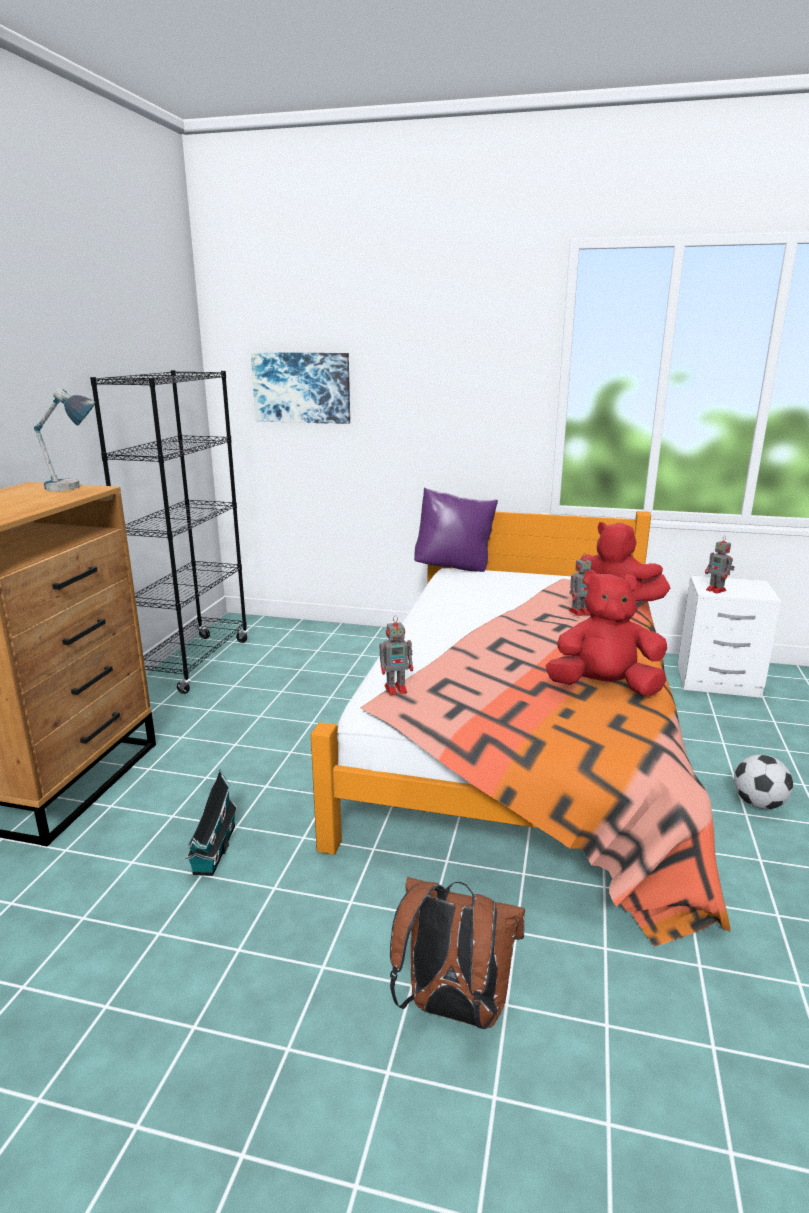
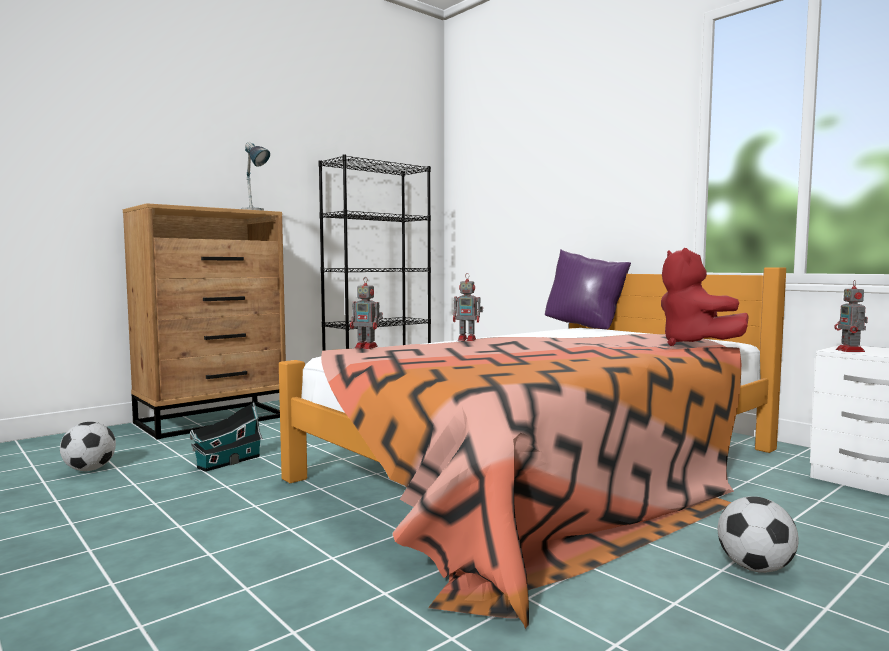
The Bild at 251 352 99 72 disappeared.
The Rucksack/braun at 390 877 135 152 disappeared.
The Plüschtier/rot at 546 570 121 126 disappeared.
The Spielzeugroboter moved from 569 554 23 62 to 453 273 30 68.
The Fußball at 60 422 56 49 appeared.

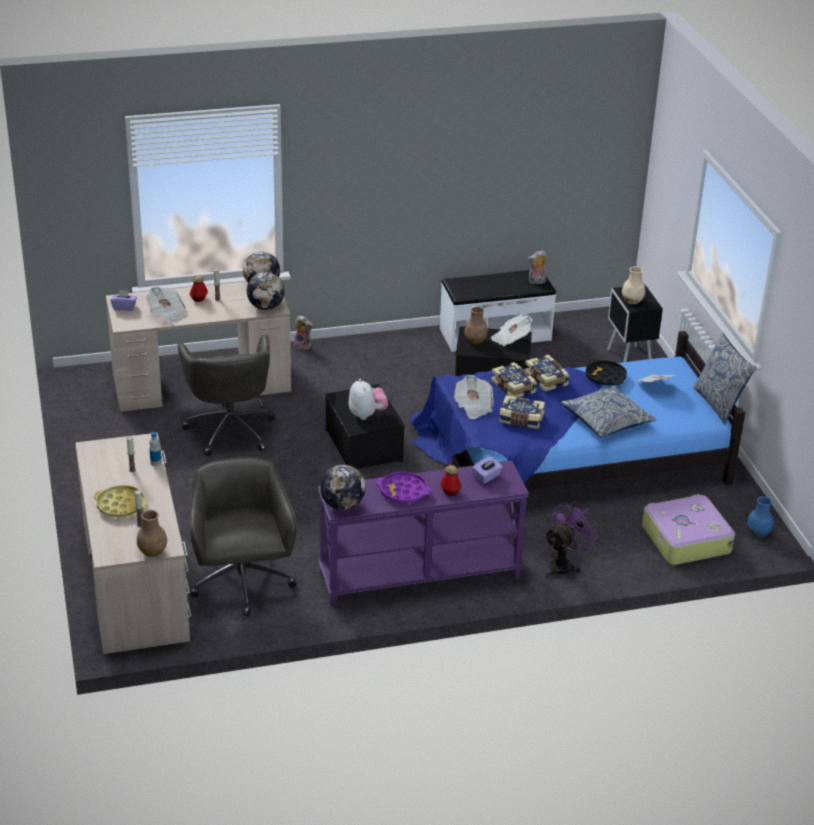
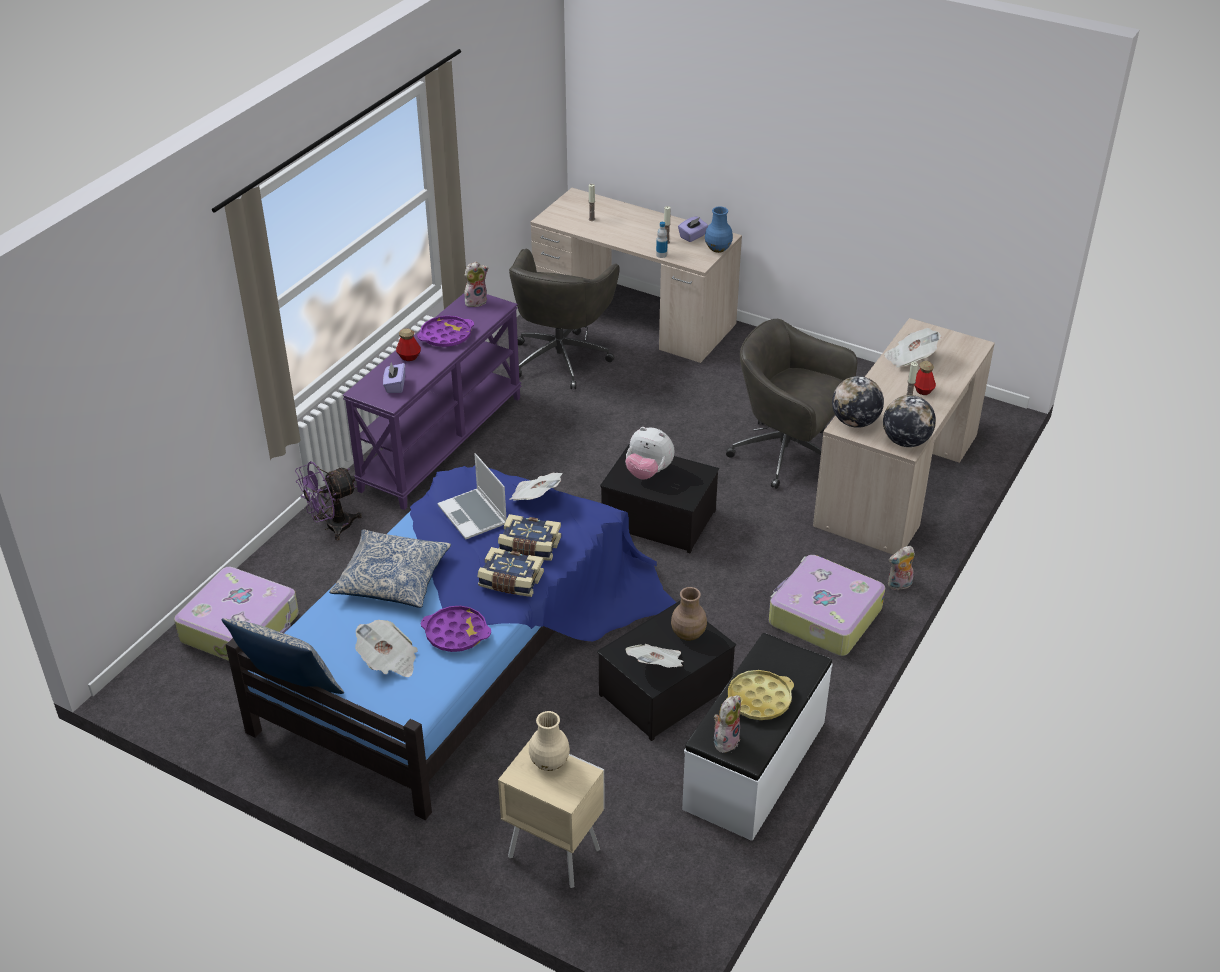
The Tablett/gelb moved from 94 485 54 32 to 727 670 67 50.
The Taschentuchbox/lila moved from 110 290 27 21 to 678 216 30 26.
The Vase/braun at 137 510 30 47 disappeared.
The Bürostuhl/grau at 189 457 108 160 turned 75 degrees clockwise.
The Globus at 320 465 45 45 was replaced by the Plüschtier at 464 262 24 45.
The Buch at 499 395 46 34 was replaced by the Laptop at 438 453 69 86.
The Ventilator/lila at 544 501 55 77 turned 60 degrees clockwise.
The Tablett/schwarz at 585 359 42 26 became the Tablett/lila at 421 606 70 46.
The Nachttisch/schwarz at 607 285 56 77 became the Nachttisch/beige at 498 739 106 149.
The Vase/blau moved from 747 496 27 41 to 705 207 28 46.
The Koffer at 769 555 116 101 appeared.

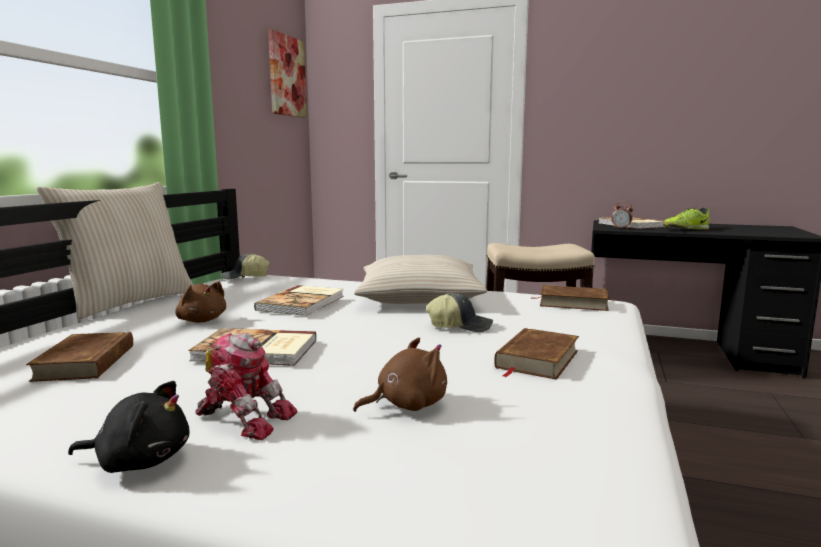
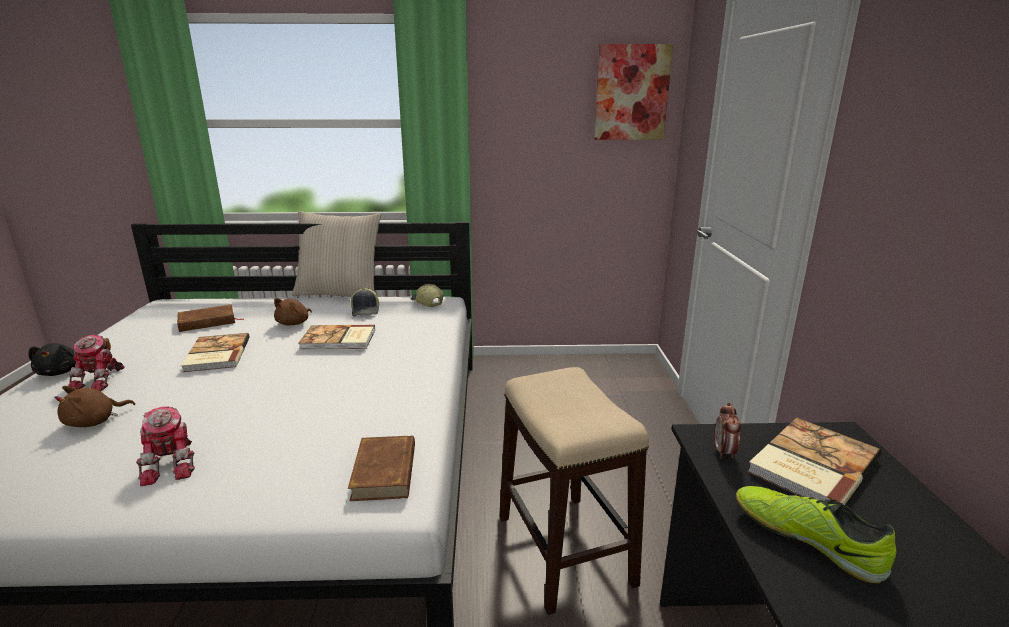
The Plüschtier/braun at 353 338 94 74 turned 90 degrees clockwise.
The Kissen/beige at 354 255 133 49 disappeared.
The Kappe moved from 426 293 67 39 to 351 288 29 29.
The Buch/braun at 494 328 85 52 was replaced by the Spielzeugroboter at 136 407 59 79.

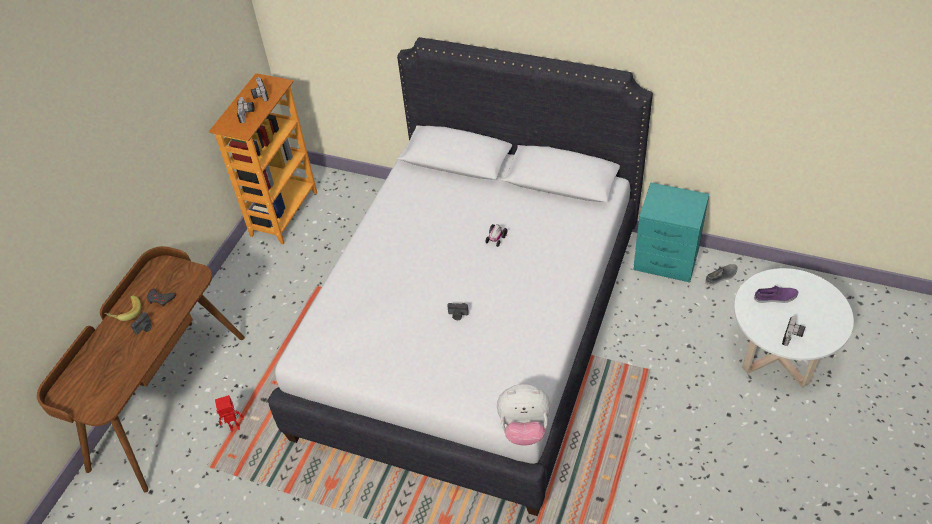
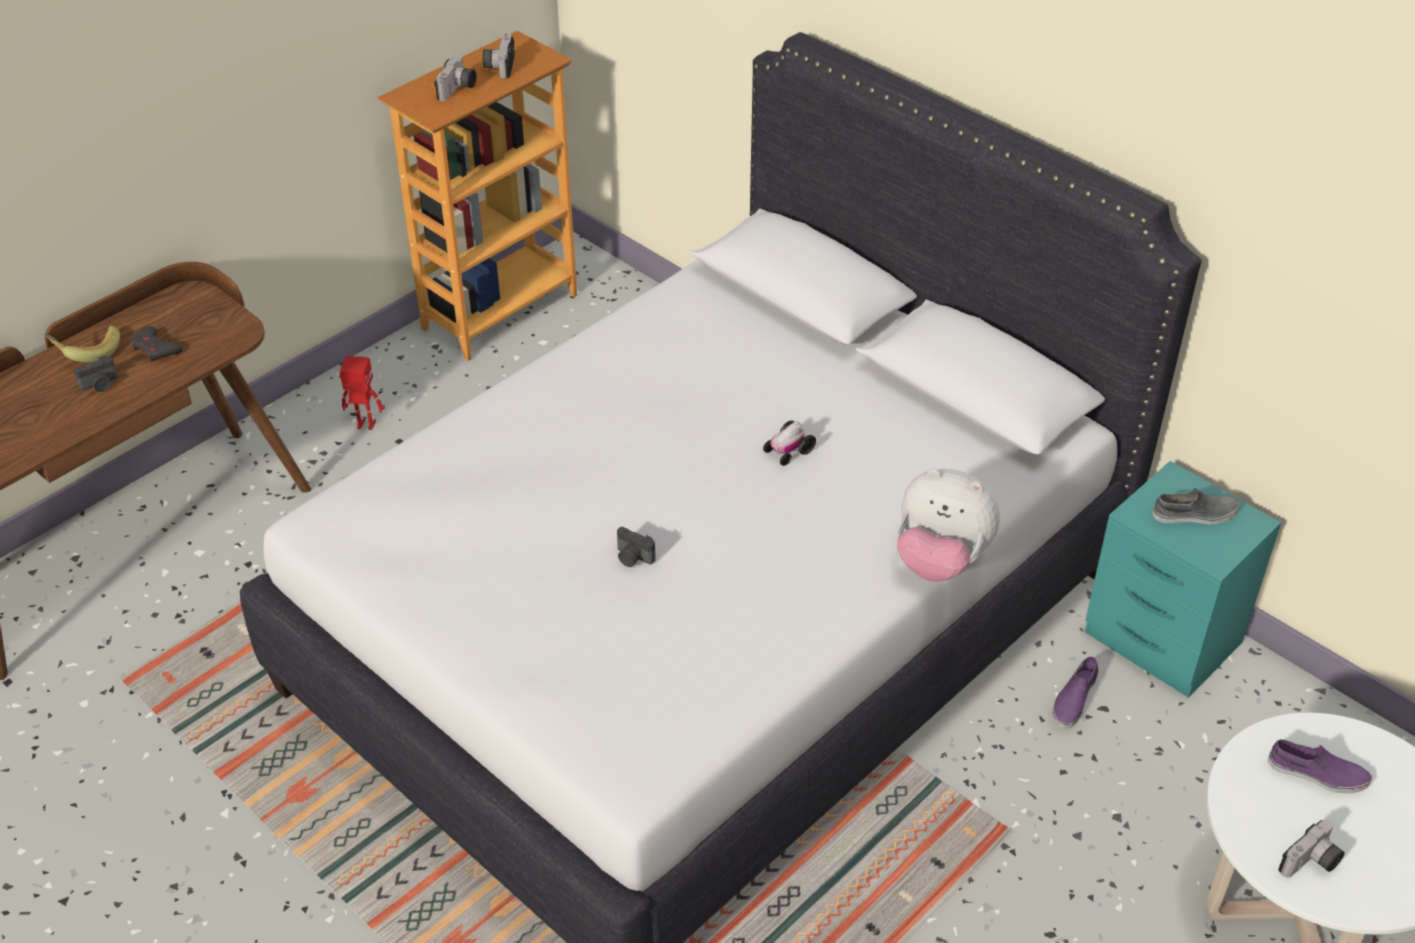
The Spielzeugroboter moved from 215 395 29 37 to 339 356 46 74.
The Plüschtier moved from 497 384 54 62 to 897 469 103 112.
The Schuh/grau moved from 705 264 33 22 to 1152 488 88 37.
The Schuh/lila at 1052 656 46 73 appeared.

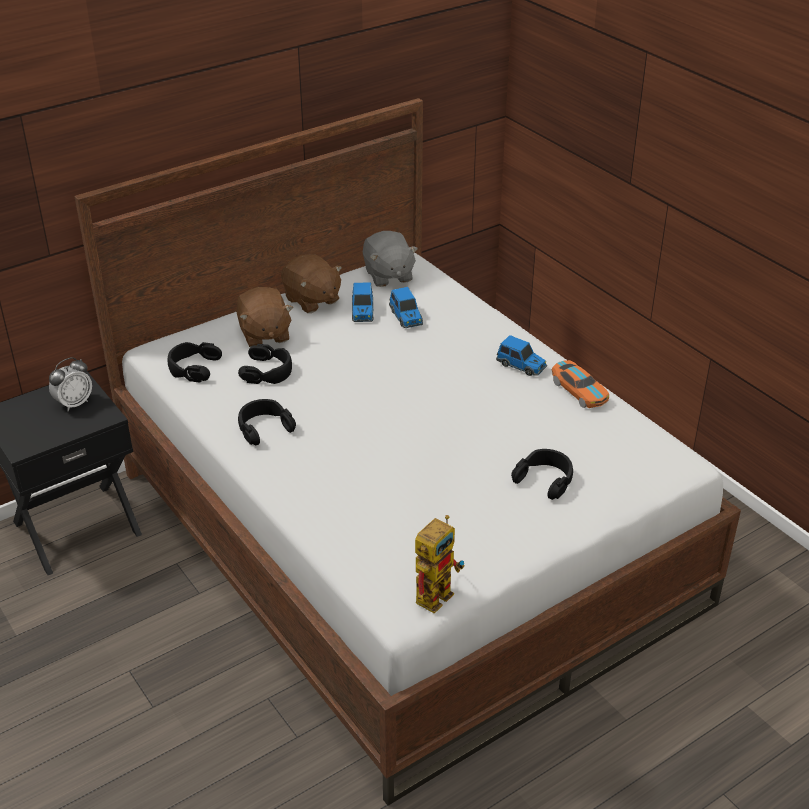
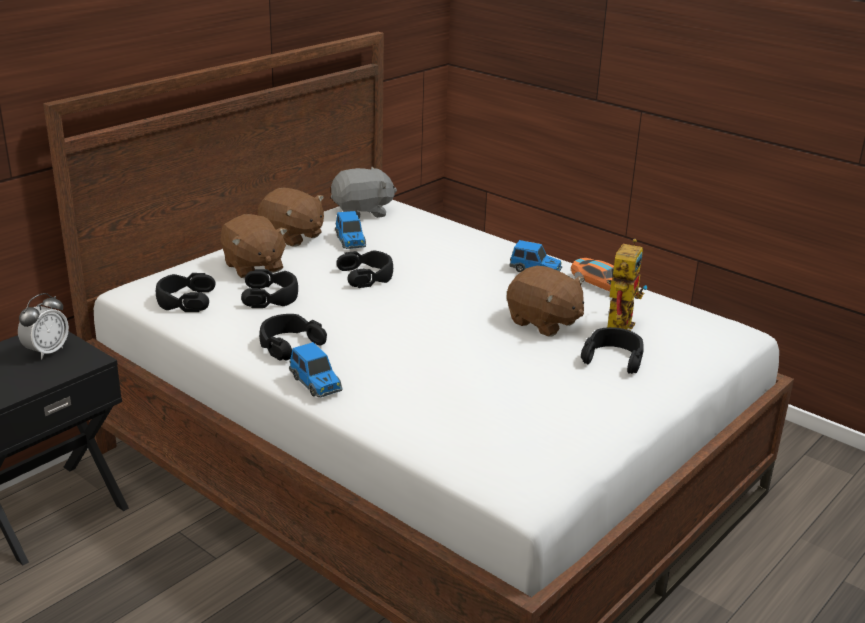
The Plüschtier/grau at 363 231 55 56 turned 75 degrees counterclockwise.
The Spielzeugauto moved from 389 287 34 41 to 289 342 53 56.
The Spielzeugroboter moved from 415 515 50 99 to 607 239 41 92.
The Kopfhörer/schwarz at 336 250 57 38 appeared.
The Plüschtier/braun at 507 266 77 70 appeared.

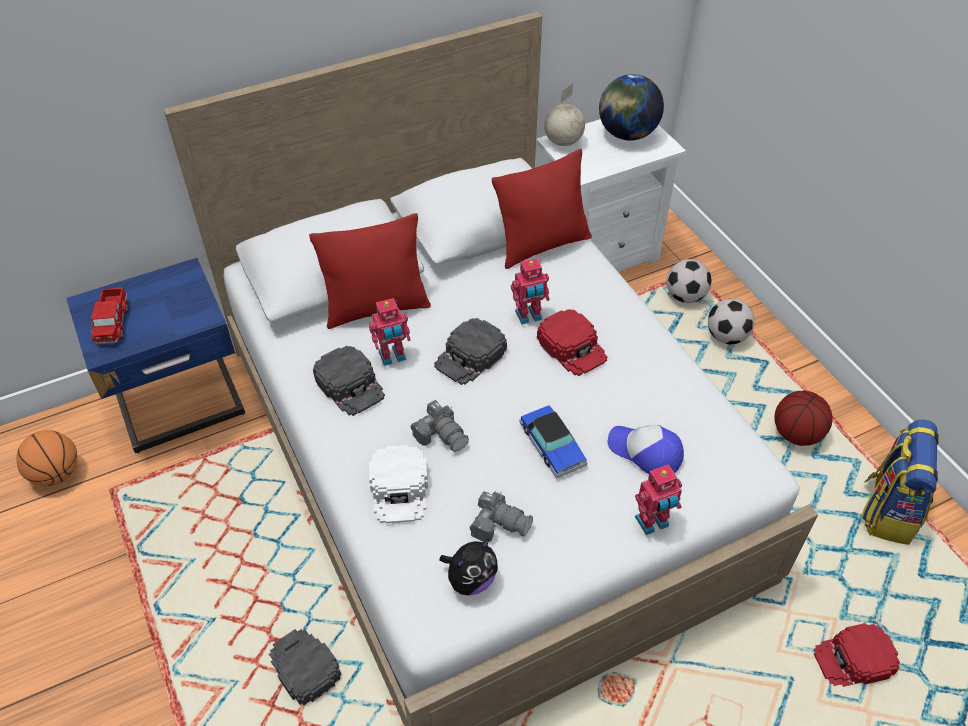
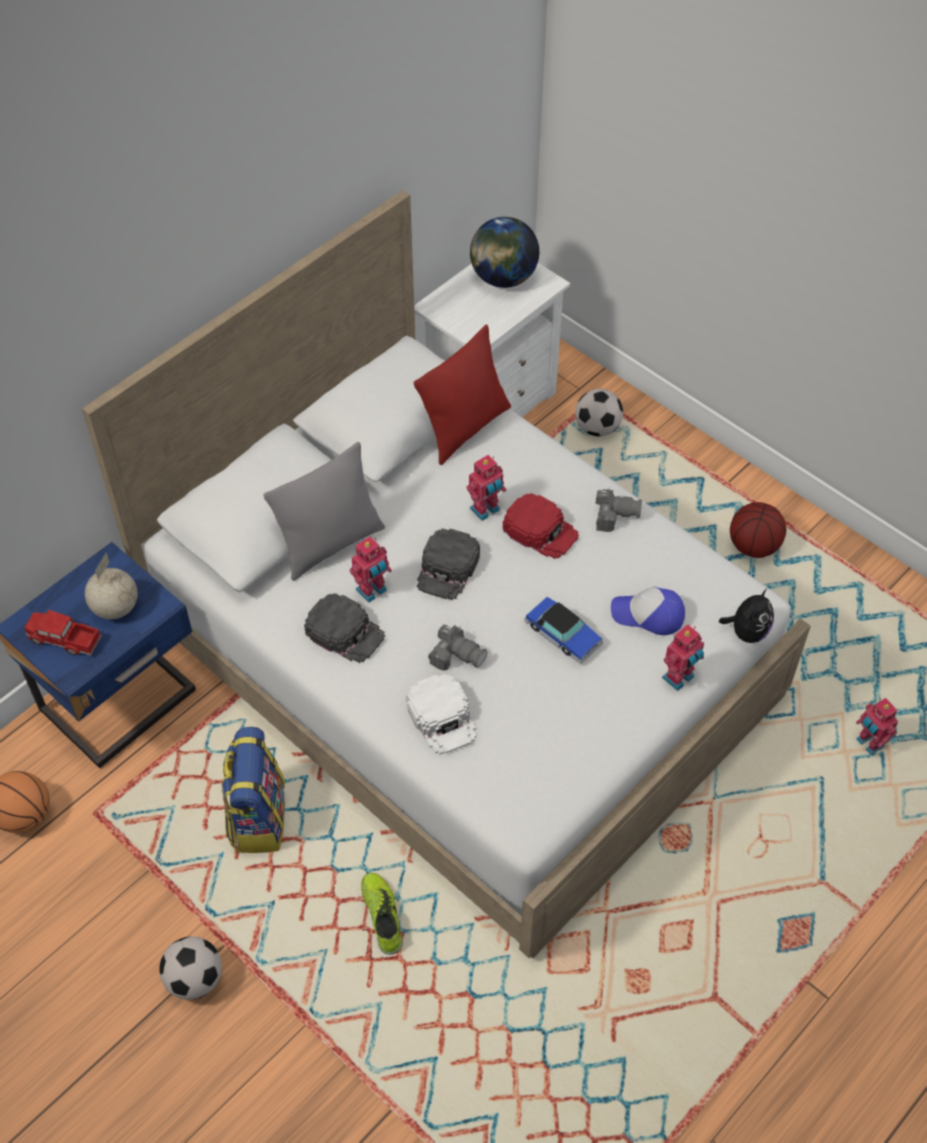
The Spielzeuglaster at 89 287 40 57 turned 135 degrees clockwise.
The Kappe/schwarz at 269 629 72 76 was replaced by the Schuh at 361 873 41 82.
The Kissen/rot at 309 213 122 116 became the Kissen/grau at 263 442 122 139.
The Plüschtier moved from 439 538 59 58 to 719 589 55 54.
The Kamera moved from 469 491 64 51 to 595 488 47 44.
The Globus moved from 544 83 41 63 to 85 553 53 66.
The Fußball moved from 708 299 47 45 to 159 936 63 64.
The Kappe/rot at 814 623 86 64 was replaced by the Spielzeugroboter at 856 698 42 57.
The Rucksack moved from 861 419 78 126 to 221 727 64 126.

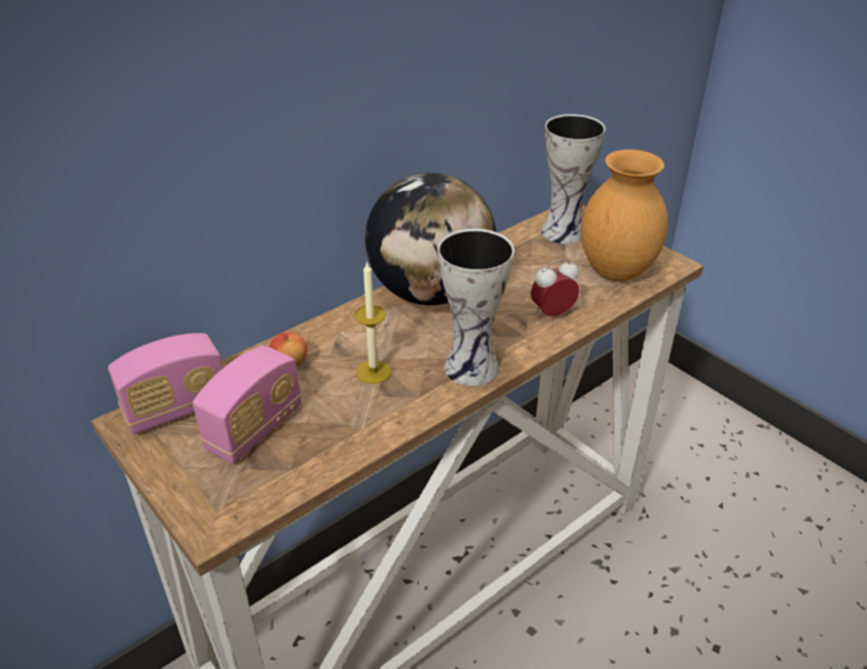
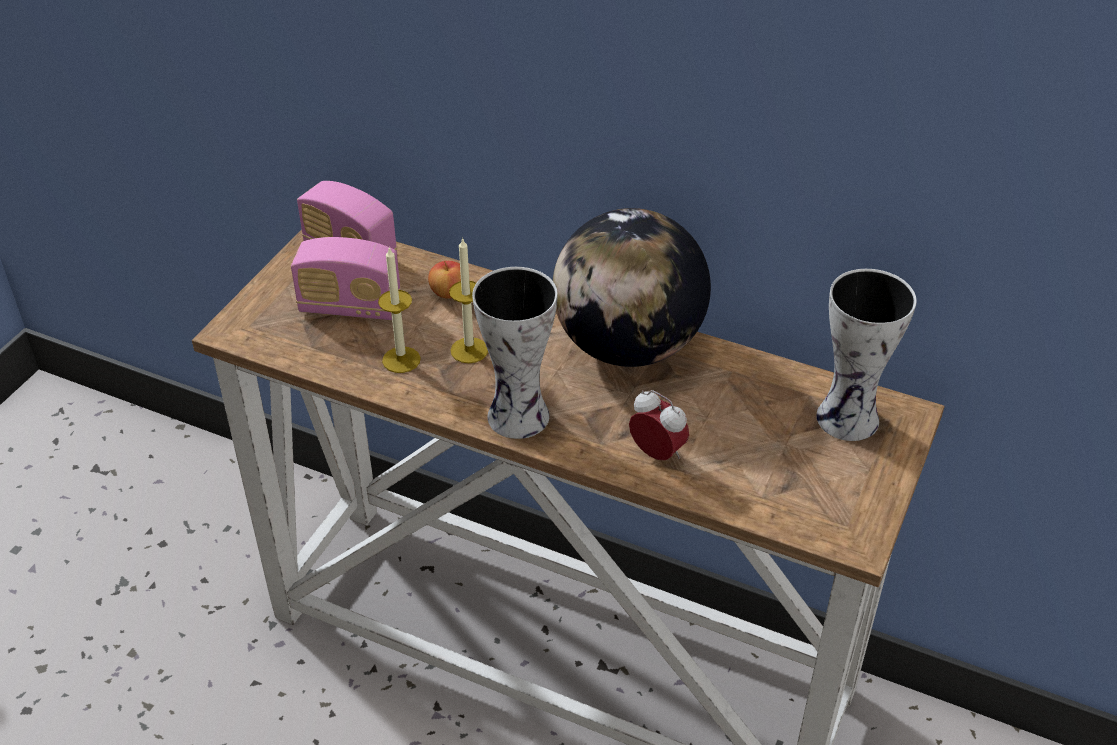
The Vase/braun at 581 150 87 131 disappeared.
The Kerze at 378 247 43 126 appeared.

